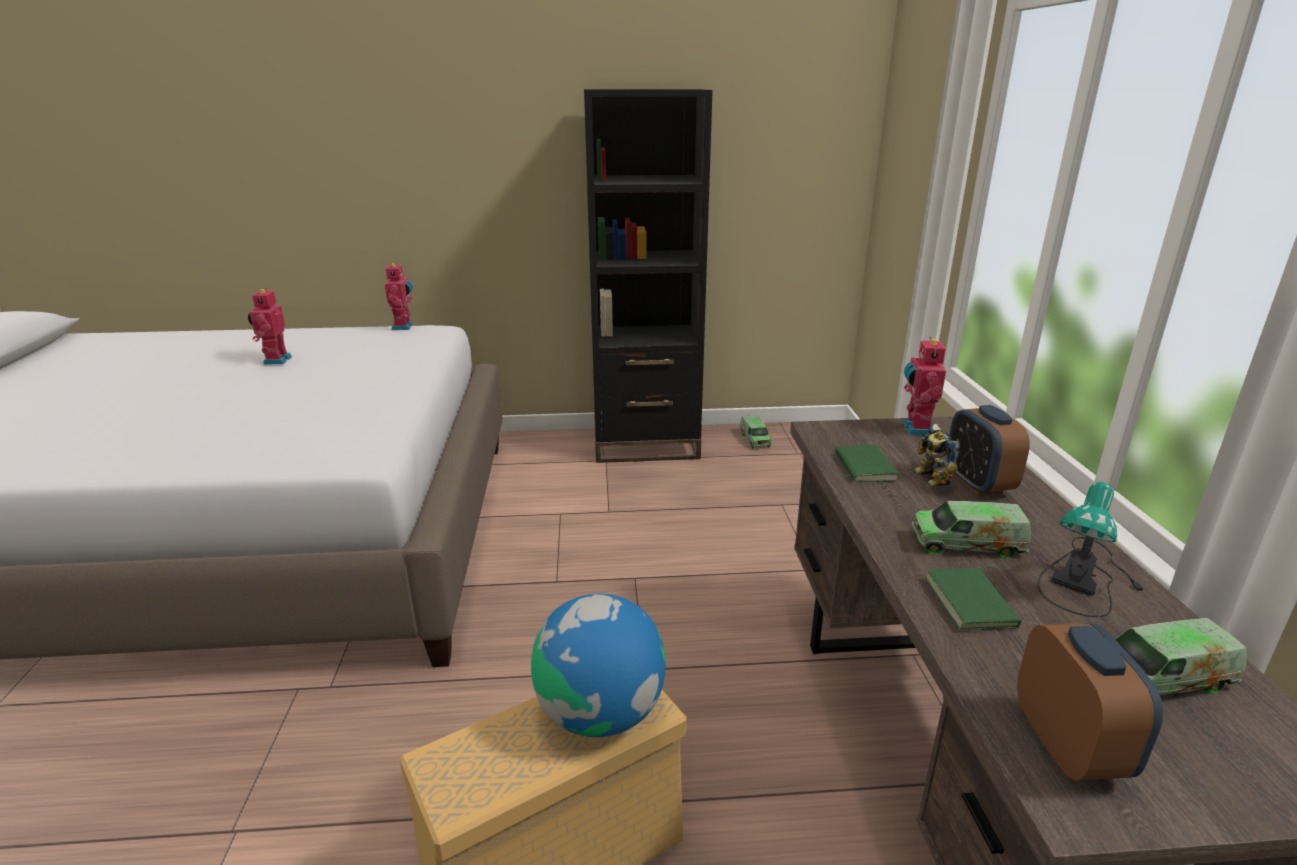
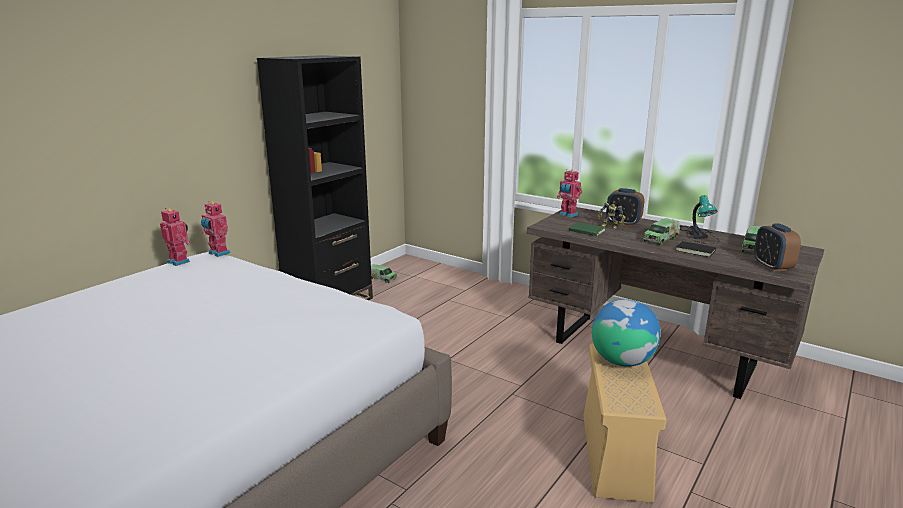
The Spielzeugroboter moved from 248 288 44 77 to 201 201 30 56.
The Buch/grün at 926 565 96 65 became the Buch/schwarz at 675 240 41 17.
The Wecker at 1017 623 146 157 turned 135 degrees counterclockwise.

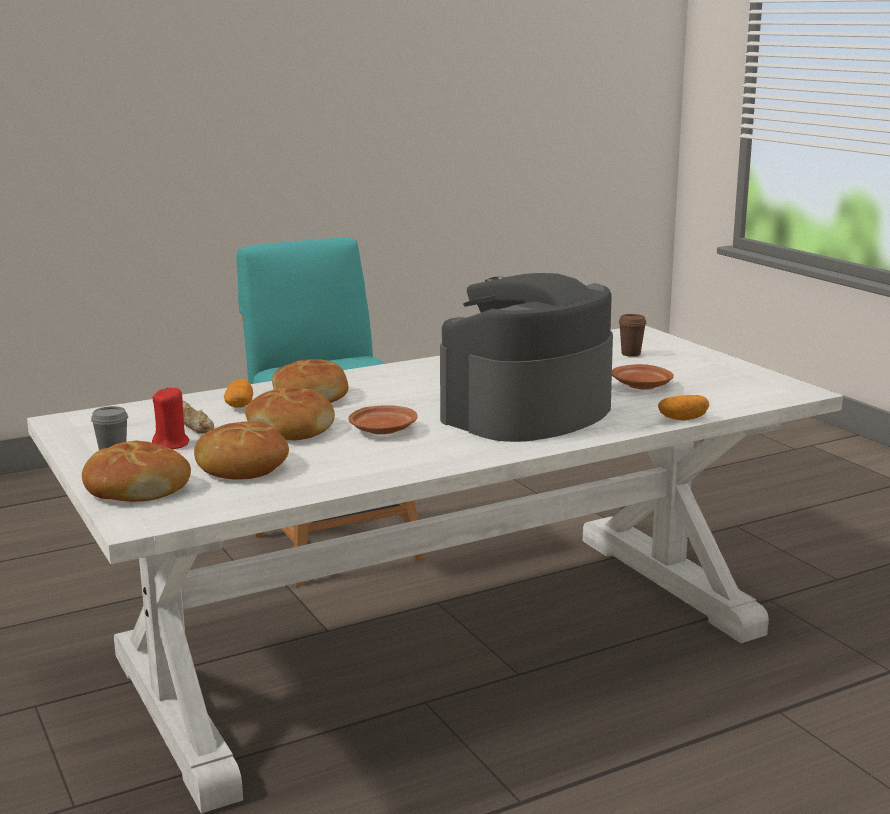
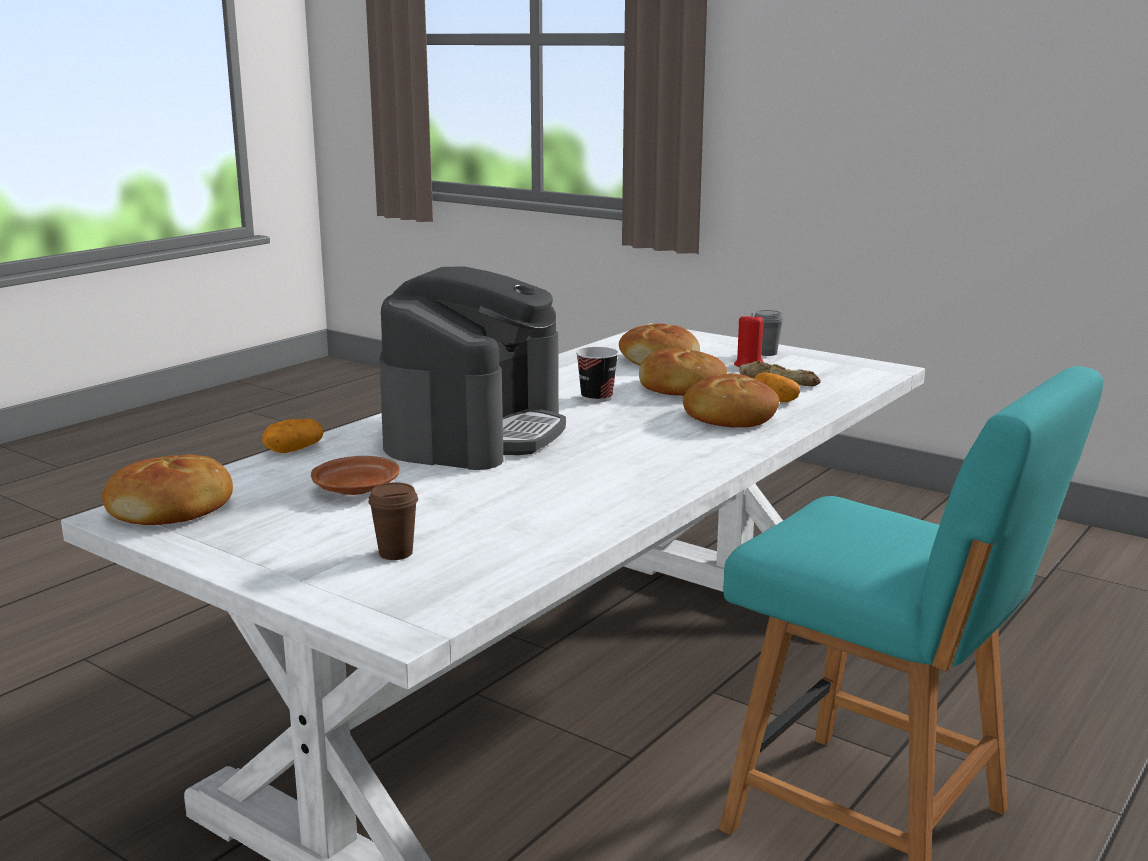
The Brot moved from 82 441 109 61 to 102 454 131 71.
The Teller/braun at 348 405 70 29 was replaced by the Tasse at 576 347 43 55.

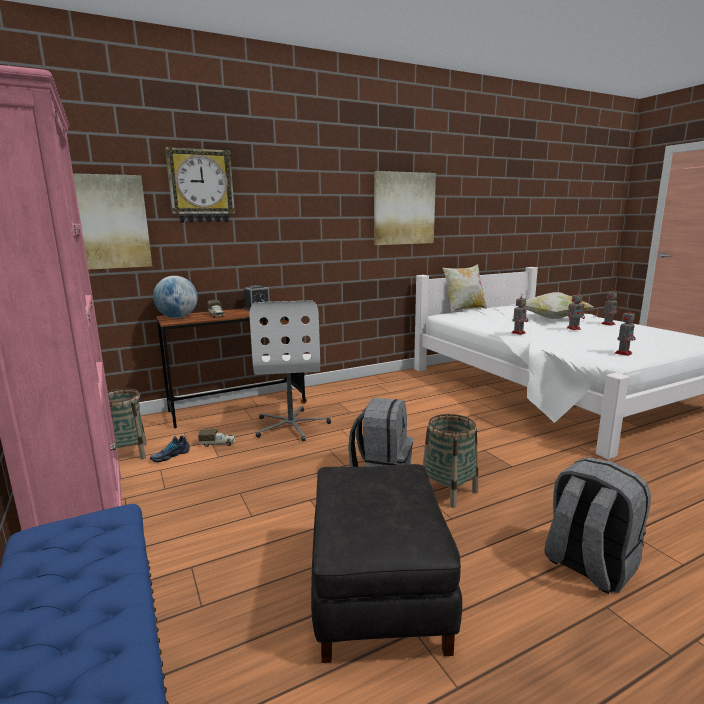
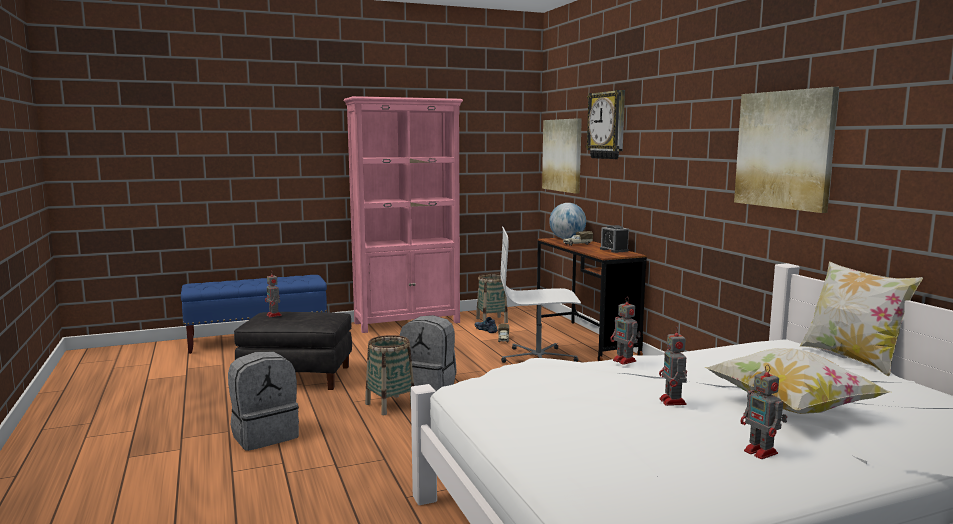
The Spielzeugroboter moved from 615 308 21 48 to 265 271 17 46.

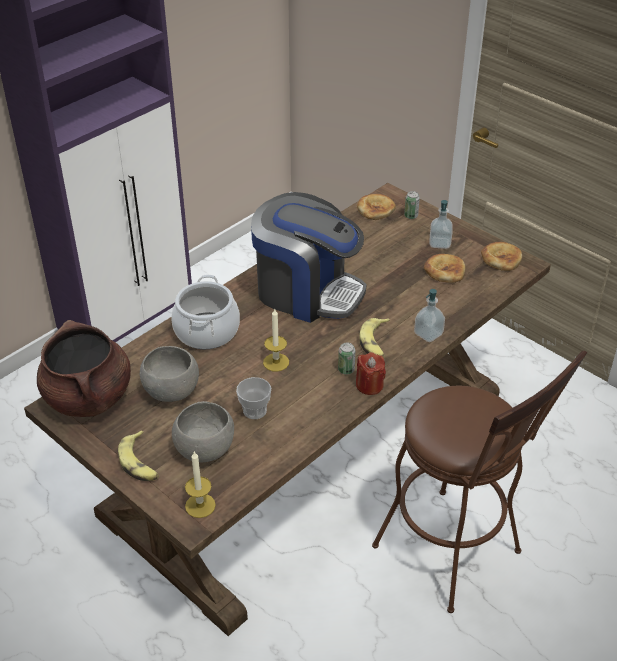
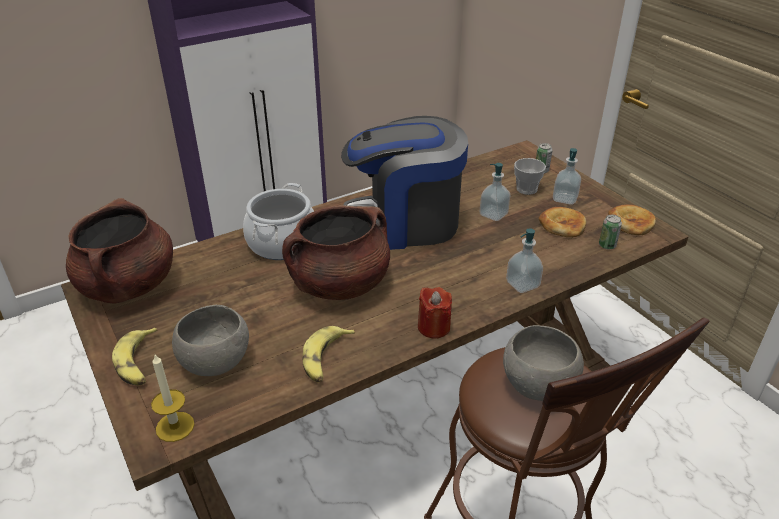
The Schüssel/grau moved from 140 346 59 56 to 503 325 81 76.
The Tasse moved from 236 377 35 42 to 514 158 32 37.
The Kaffeemaschine at 251 192 115 131 turned 135 degrees clockwise.
The Kerze at 263 309 26 63 was replaced by the Kochtopf/braun at 282 205 108 95.
The Dose moved from 338 342 17 33 to 599 215 23 35.
The Brot at 357 194 39 26 disappeared.
The Banane moved from 360 318 30 40 to 303 326 52 56.
The Seifenspender at 480 163 30 58 appeared.

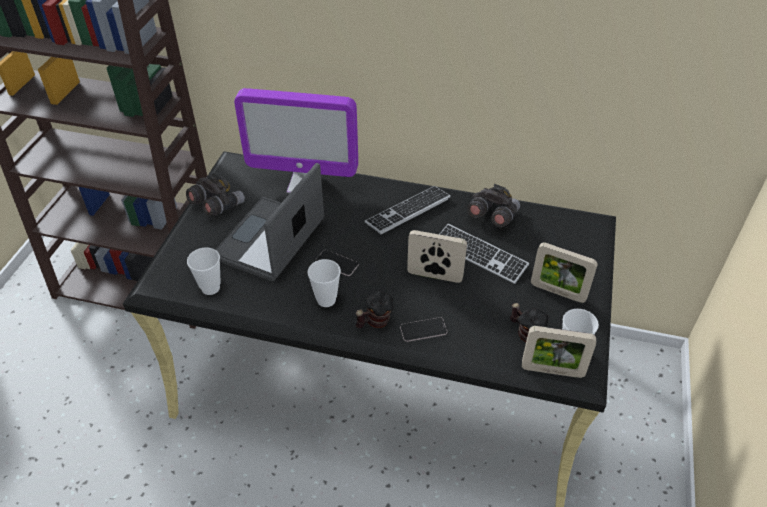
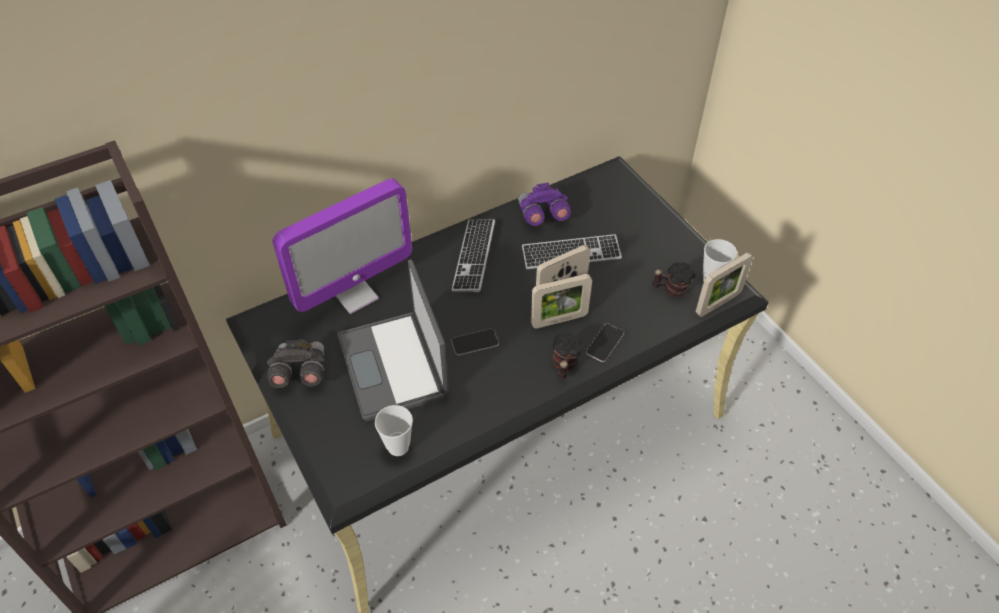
The Tasse at 307 259 34 48 disappeared.
The Fernglas/grau at 467 184 53 43 became the Fernglas/lila at 518 182 53 44.
The Bilderrahmen moved from 531 242 67 61 to 531 274 61 54.

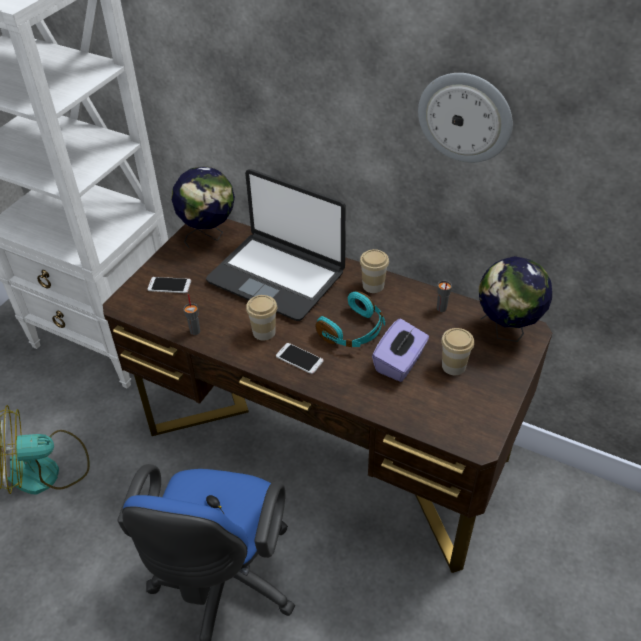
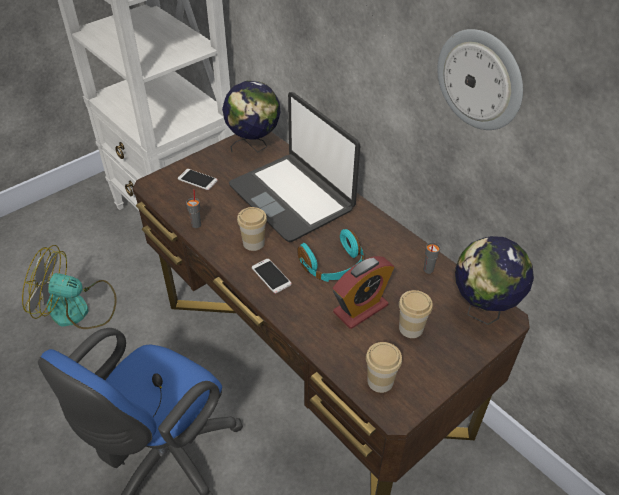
The Tasse moved from 360 249 29 44 to 366 342 36 51.
The Taschentuchbox/lila at 372 318 57 64 was replaced by the Wecker at 333 256 61 73.

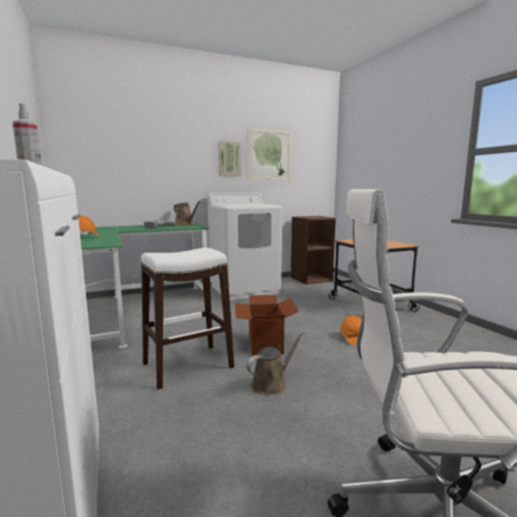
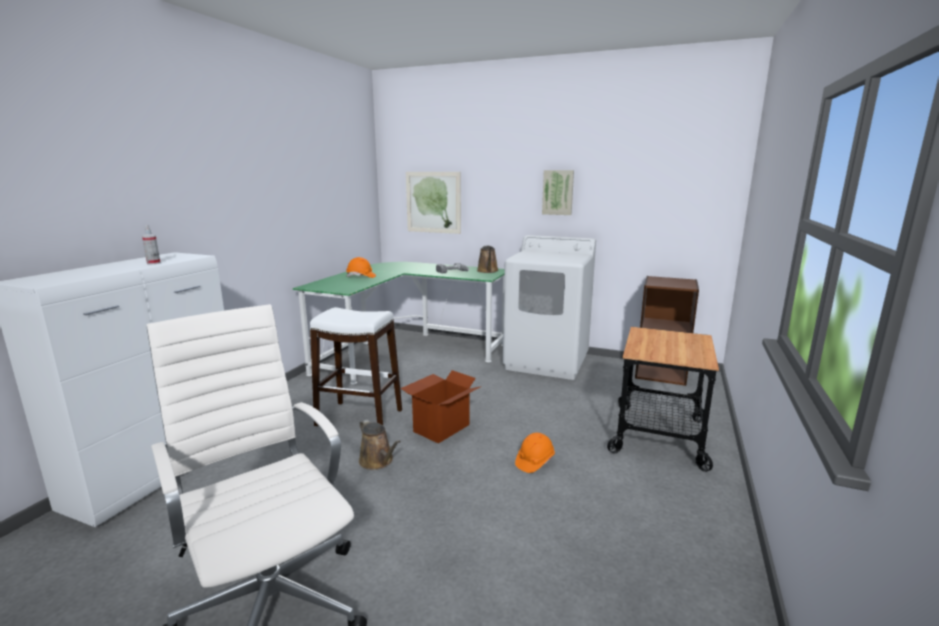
The Gießkanne/braun at 246 332 59 63 turned 45 degrees clockwise.
The Bild moved from 247 128 45 52 to 406 172 55 62.

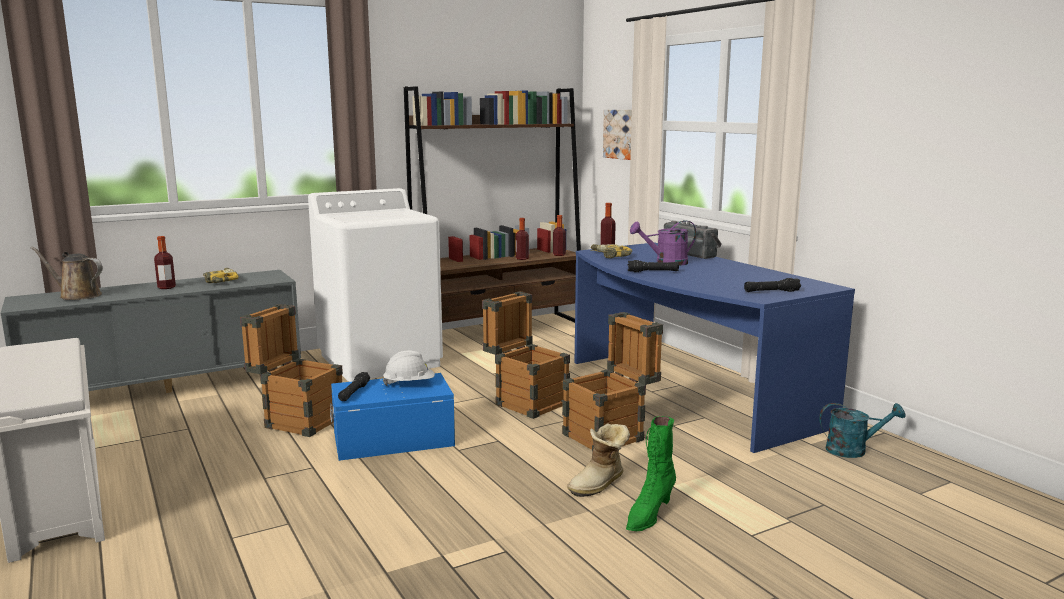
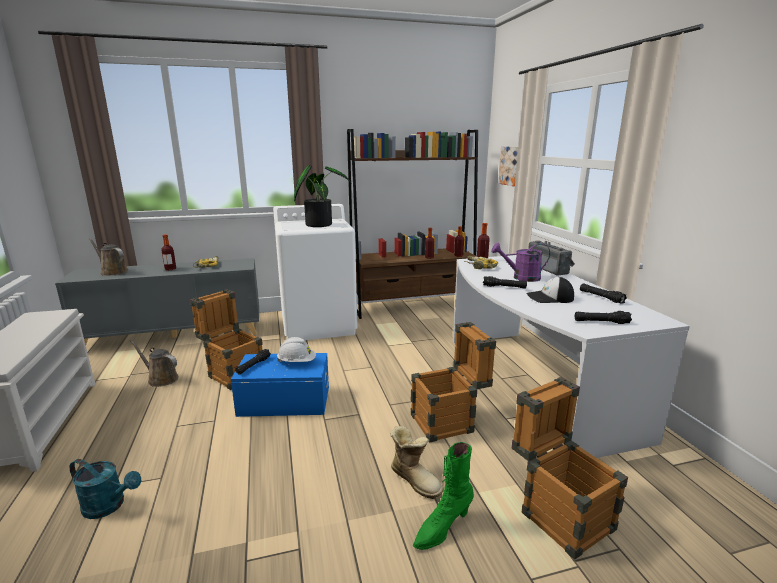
The Kiste moved from 482 291 88 128 to 512 377 116 183.
The Stiefel at 567 423 63 74 turned 105 degrees counterclockwise.
The Schreibtisch/blau at 575 242 280 211 became the Schreibtisch/weiß at 453 255 237 203.
The Gießkanne/türkis moved from 819 403 86 55 to 70 459 71 60.
The Gießkanne/braun at 130 340 48 47 appeared.
The Topfpflanze at 294 165 58 62 appeared.
The Kappe at 526 277 48 26 appeared.
The Taschenlampe/schwarz at 580 283 47 21 appeared.

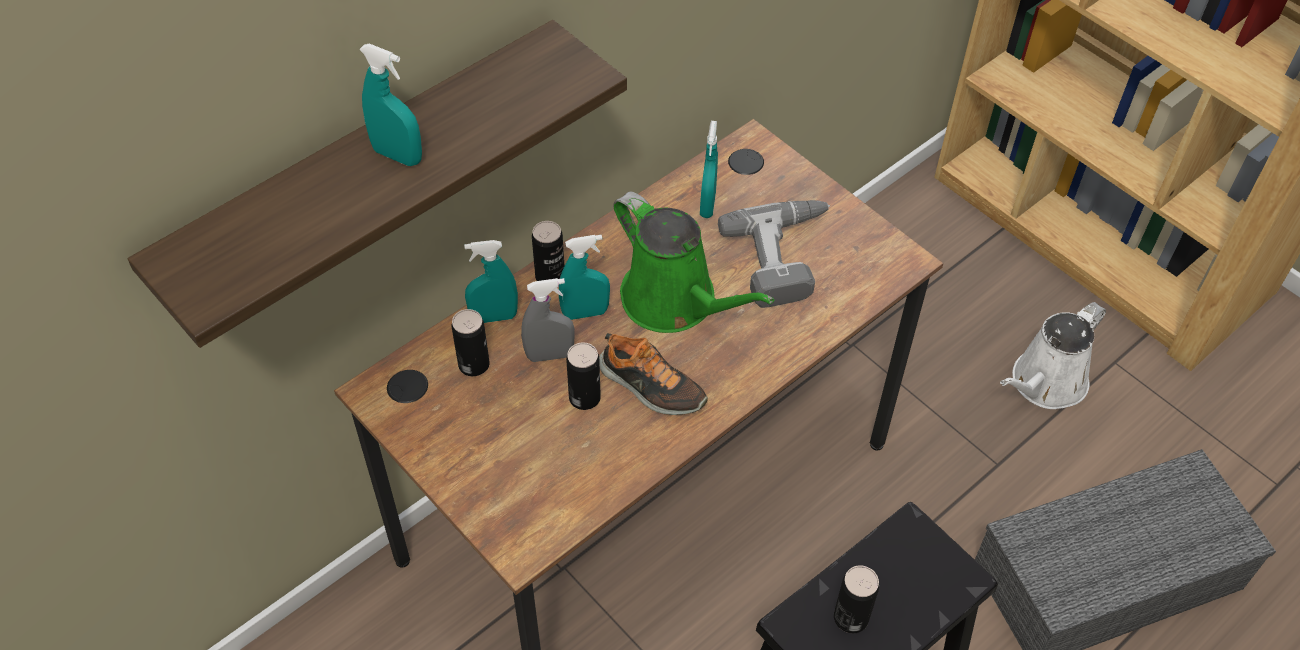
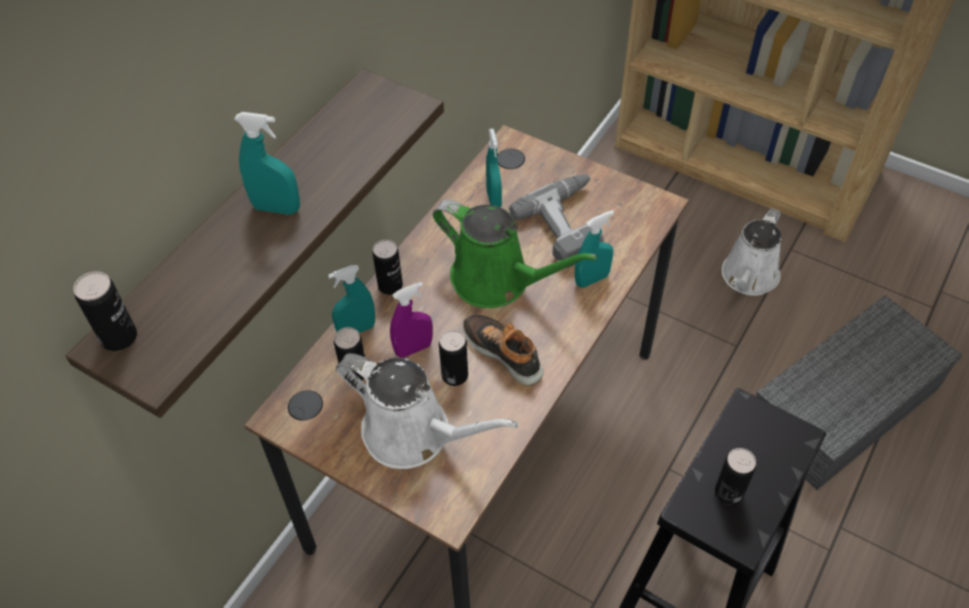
The Sprühflasche/grau at 521 278 54 84 became the Sprühflasche/lila at 390 282 43 76.
The Sprühflasche/türkis moved from 558 235 52 85 to 575 210 39 78.
The Schuh at 599 333 109 82 turned 150 degrees counterclockwise.
The Dose at 73 271 64 80 appeared.
The Gießkanne/weiß at 336 353 183 116 appeared.

